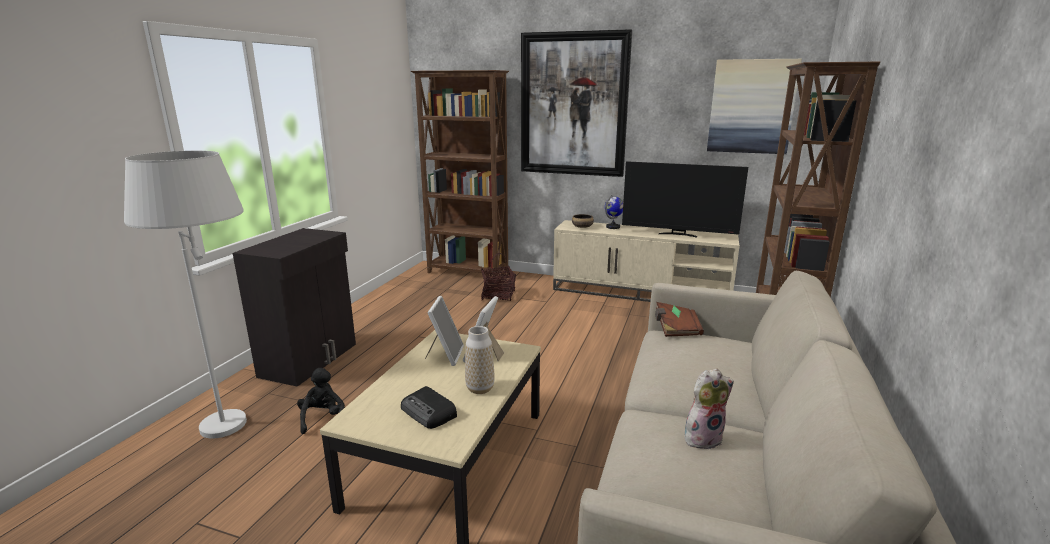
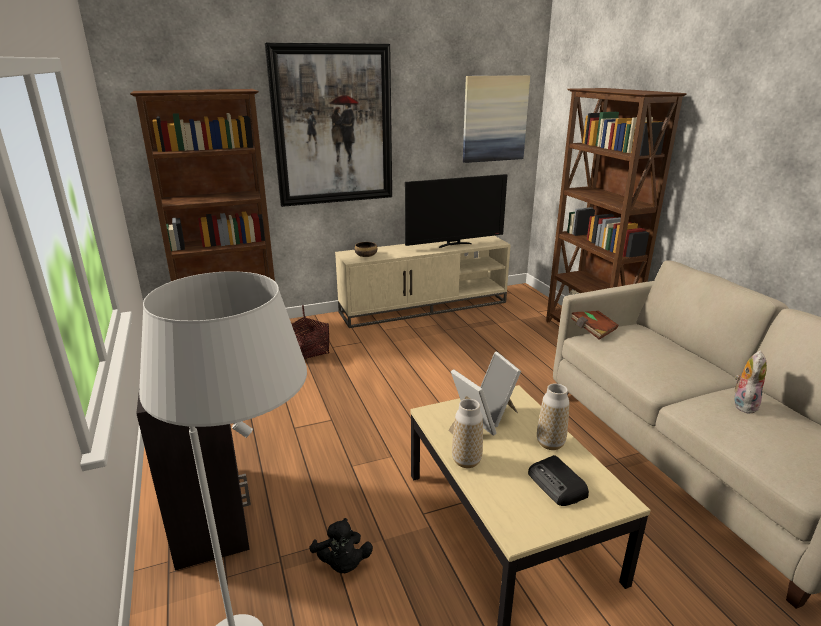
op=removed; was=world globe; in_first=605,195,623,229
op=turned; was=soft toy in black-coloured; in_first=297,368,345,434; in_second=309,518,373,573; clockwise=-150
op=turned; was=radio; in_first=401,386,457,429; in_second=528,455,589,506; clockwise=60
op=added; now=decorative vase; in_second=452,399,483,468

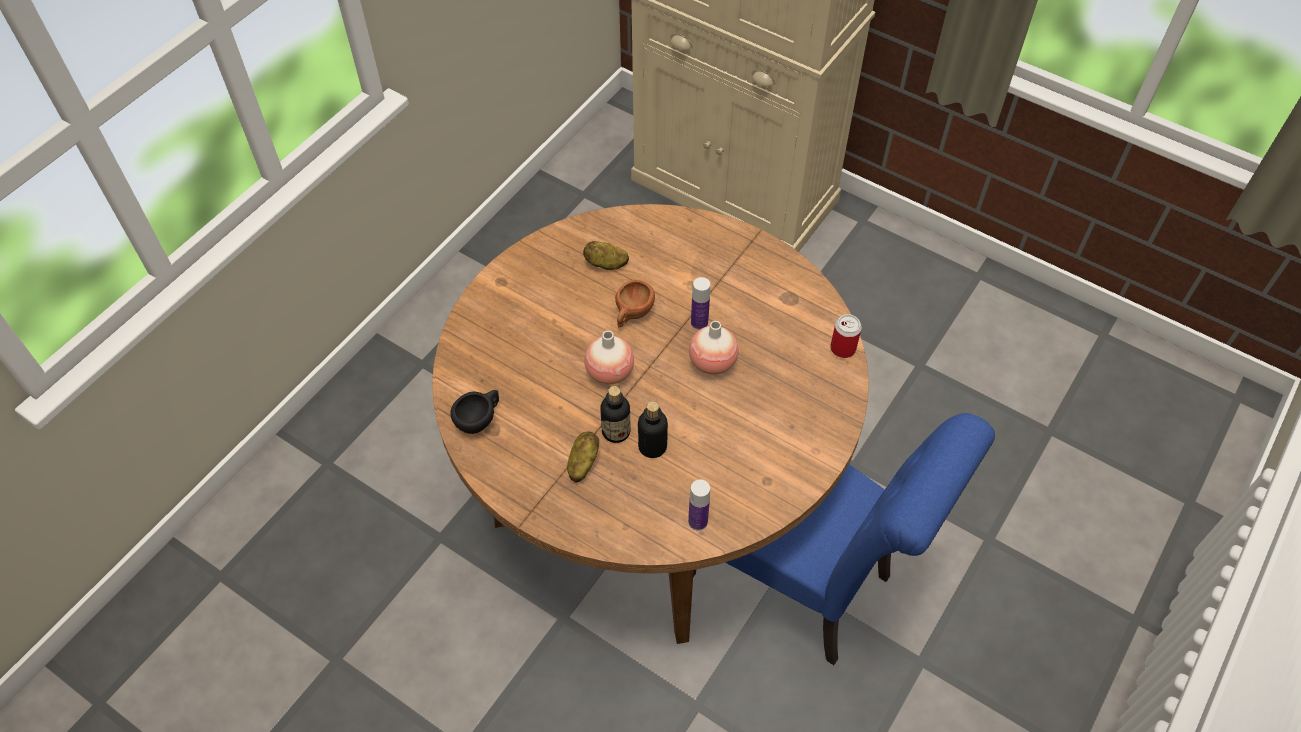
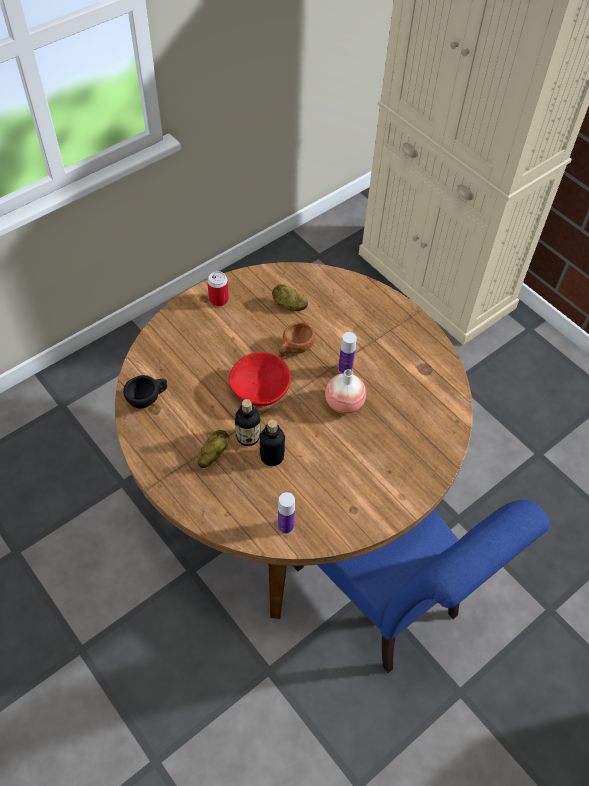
op=moved; was=metal can; in_first=830,314,862,358; in_second=207,271,229,306
op=replaced; was=decorative vase; now=deep dish in red-coloured; in_first=584,331,634,385; in_second=229,352,291,406

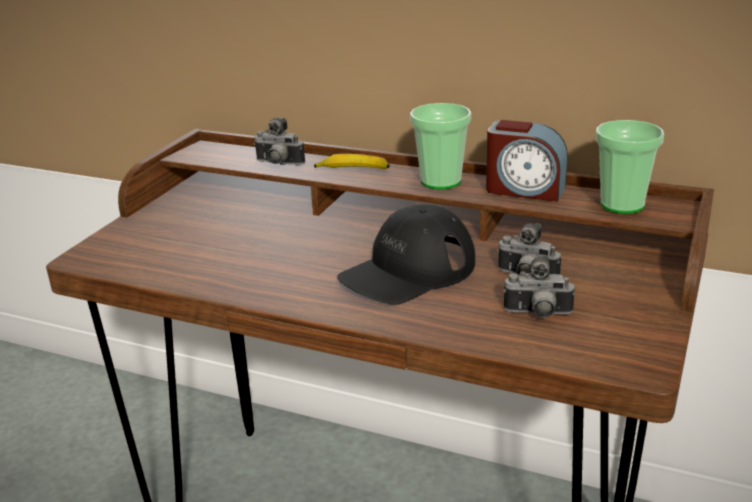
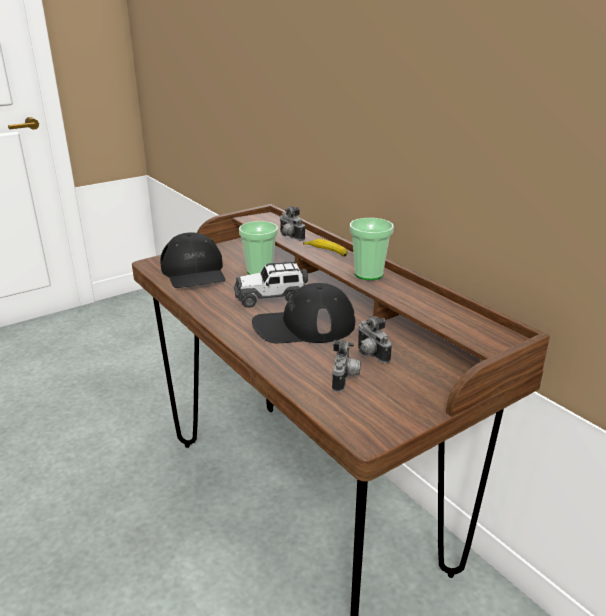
op=removed; was=alarm clock; in_first=486,120,568,202
op=moved; was=cup; in_first=596,120,664,214; in_second=239,221,278,275
op=turned; was=photo camera; in_first=503,255,575,318; in_second=332,340,361,392; clockwise=-120
op=added; now=peaked cap in black-coloured; in_second=160,232,225,288
op=added; now=miniature car; in_second=233,261,308,308

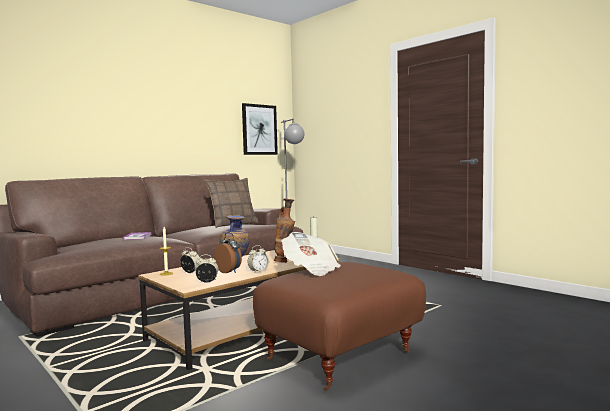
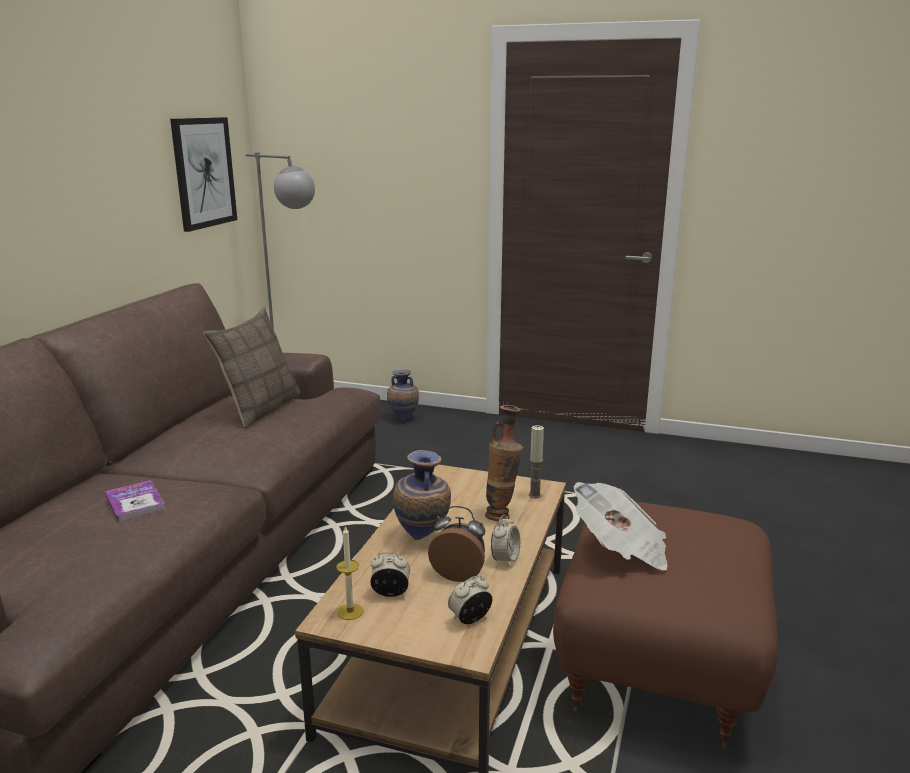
op=added; now=decorative vase; in_second=387,370,419,421

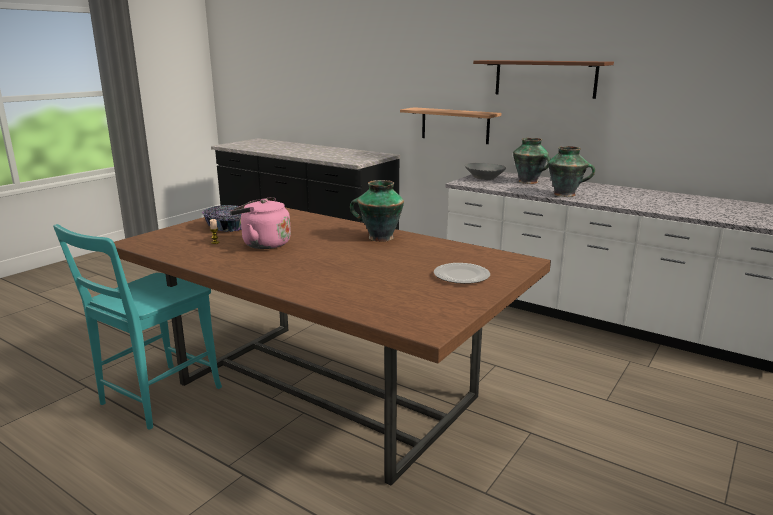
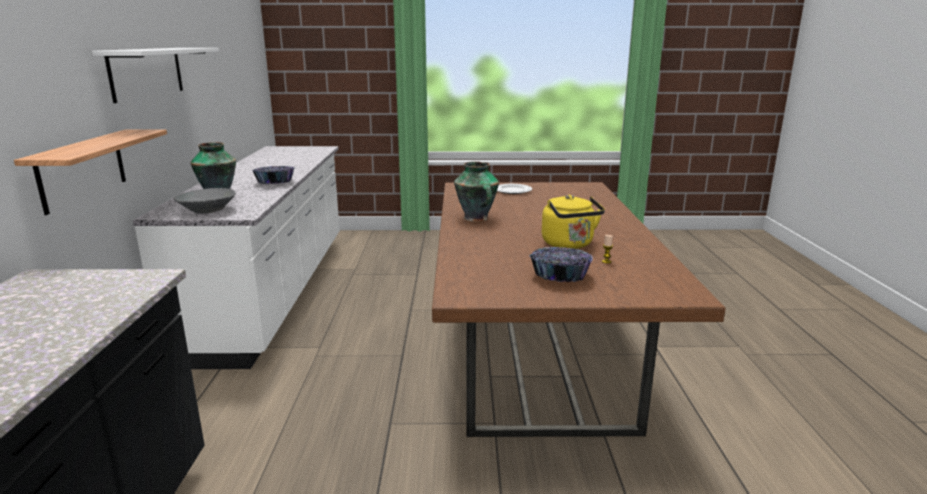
op=recoloured; was=bracket shelf in brown; now=bracket shelf in whitish; in_first=473,60,614,99; in_second=92,48,219,103
op=replaced; was=decorative vase; now=deep dish; in_first=548,146,595,197; in_second=252,166,295,184
op=recoloured; was=tea kettle in pink-coloured; now=tea kettle in yellow-coloured; in_first=230,197,291,249; in_second=542,194,605,249
op=removed; was=chair in blue-green; in_first=53,224,222,429

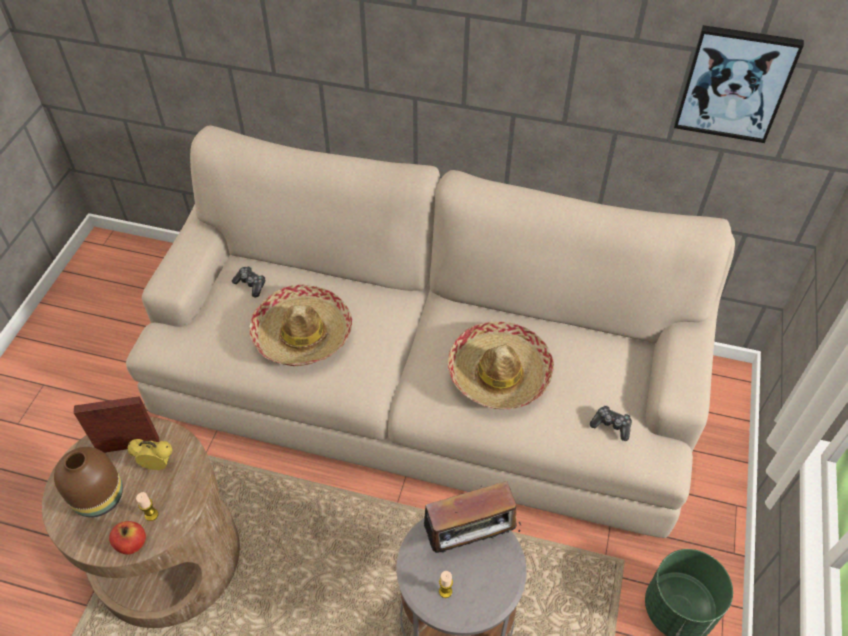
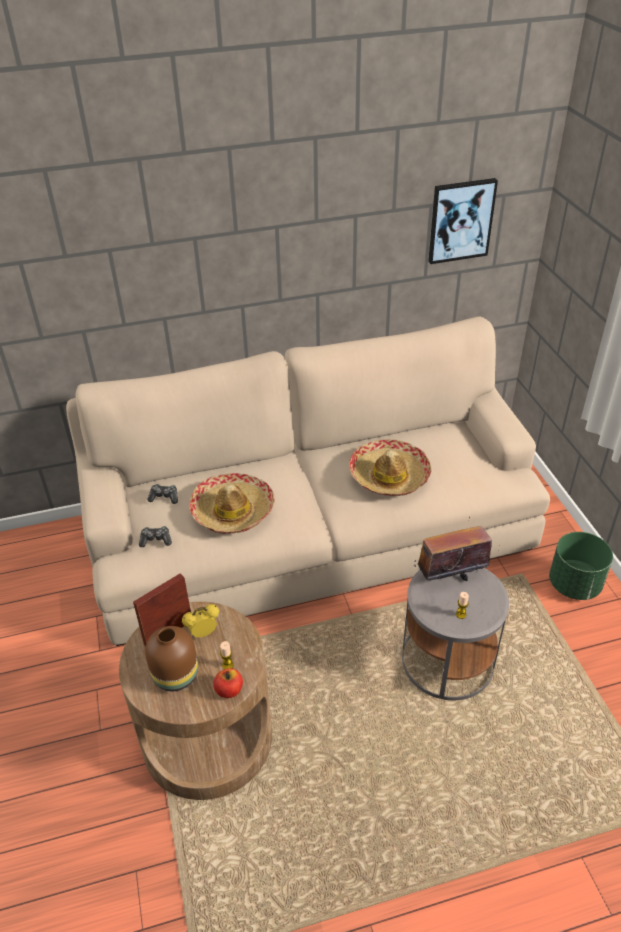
op=moved; was=game controller; in_first=590,405,632,441; in_second=139,526,172,547
op=turned; was=radio; in_first=424,481,521,553; in_second=415,517,492,581; clockwise=-150

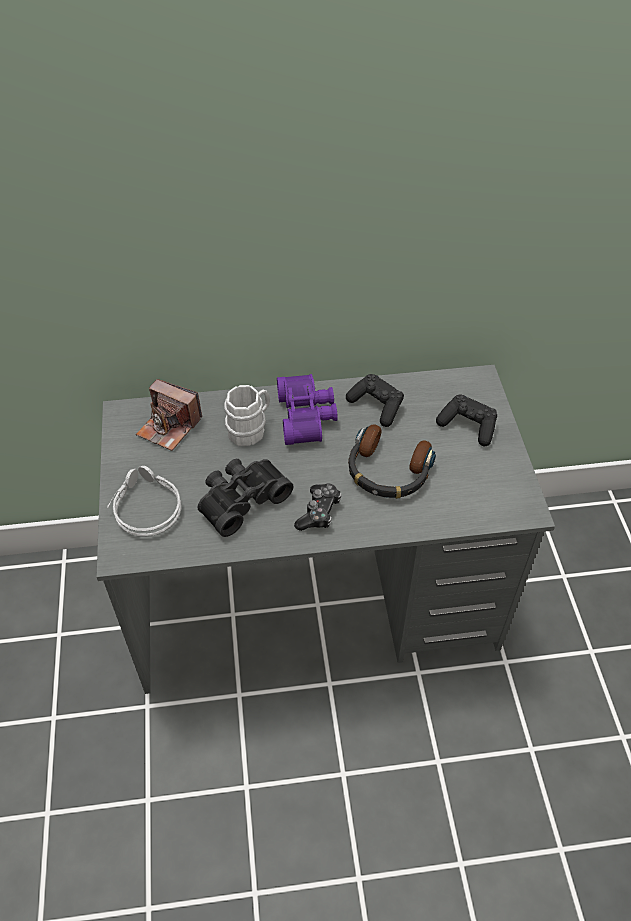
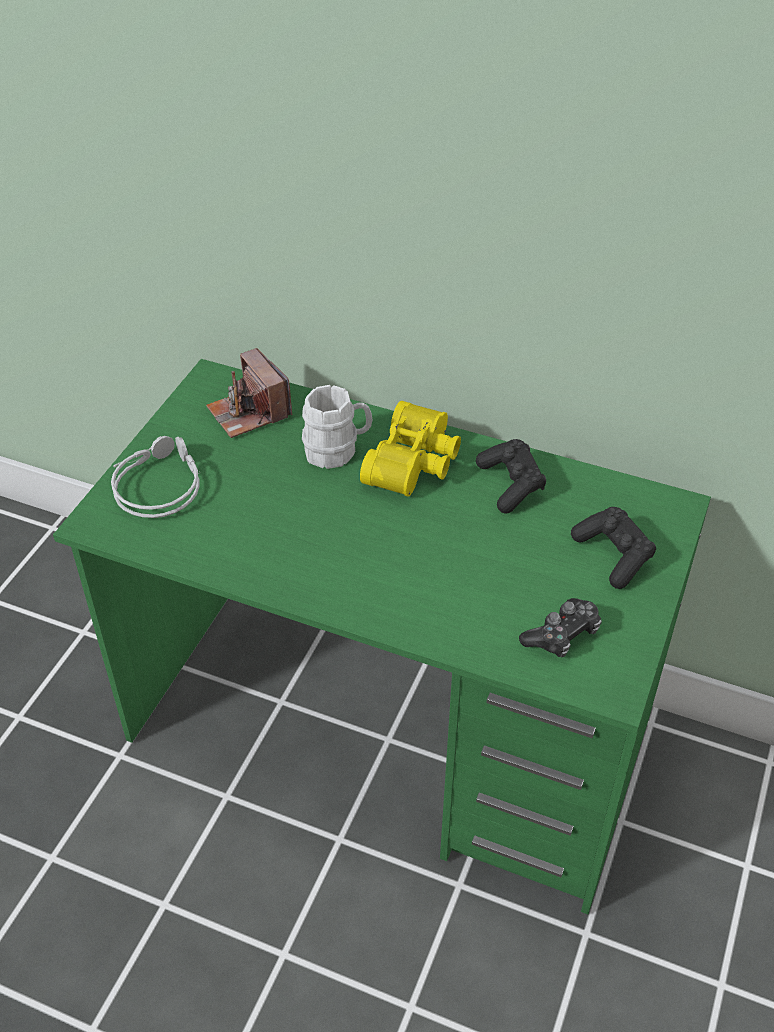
op=recoloured; was=desk unit in grey; now=desk unit in greenish; in_first=96,365,555,694; in_second=53,359,711,914
op=recoloured; was=pair of binoculars in purple; now=pair of binoculars in yellow-coloured; in_first=277,374,337,445; in_second=360,401,461,497
op=removed; was=headset; in_first=348,425,436,499
op=removed; was=pair of binoculars in black-coloured; in_first=198,459,293,537
op=moved; was=game controller; in_first=294,484,341,531; in_second=519,598,602,658

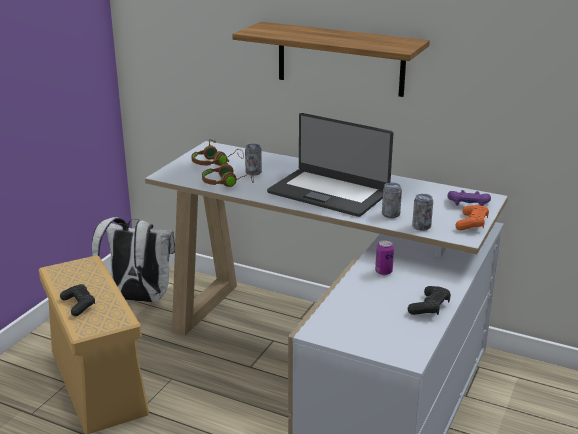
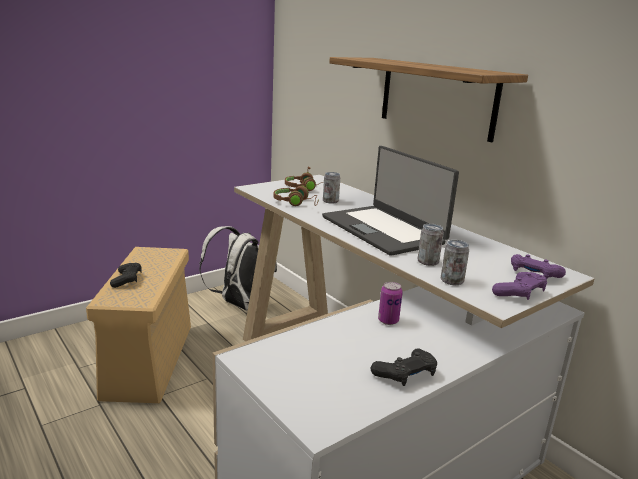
op=recoloured; was=game controller in orange-coloured; now=game controller in purple; in_first=455,205,489,230; in_second=492,272,547,300

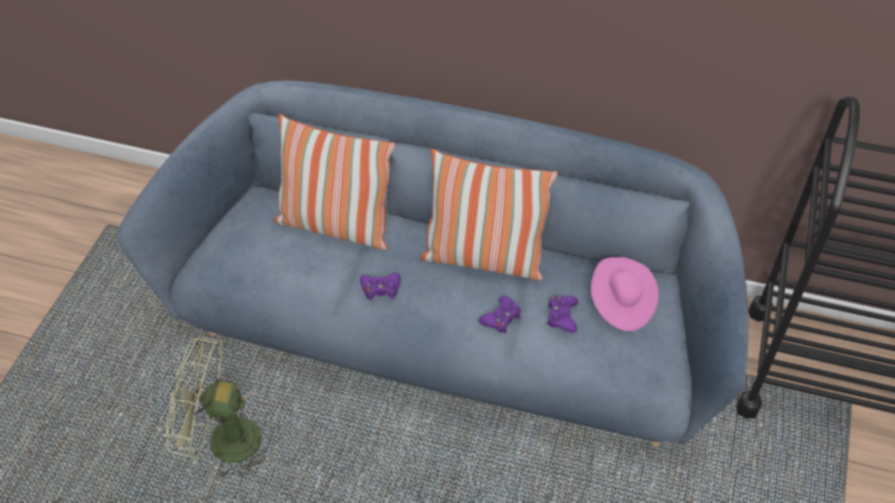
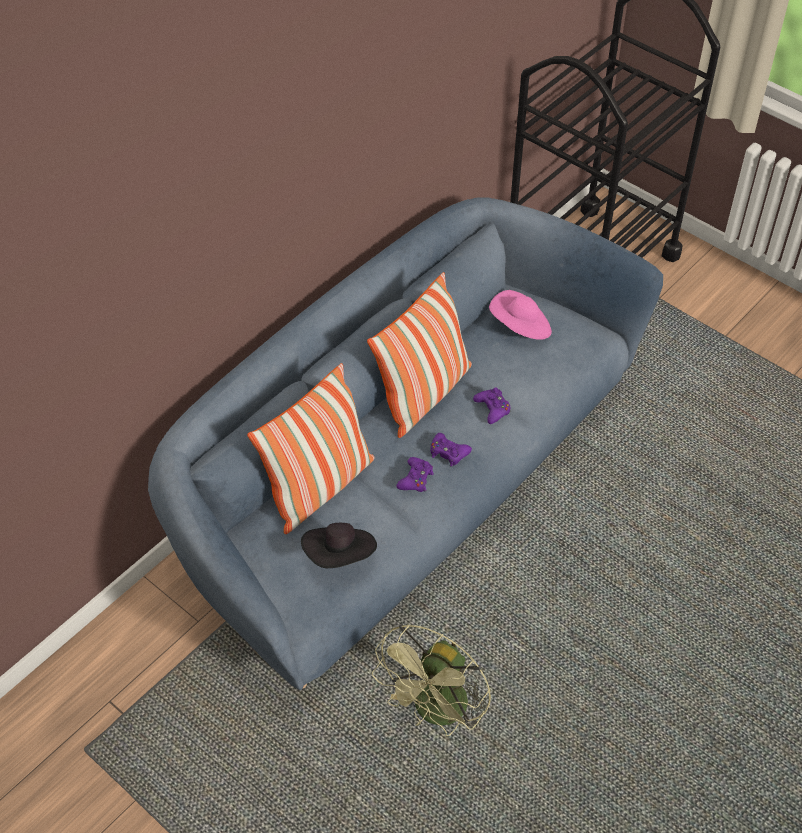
op=moved; was=game controller in purple; in_first=547,296,578,333; in_second=430,433,472,467
op=added; now=clothing hat in black-coloured; in_second=301,523,377,568

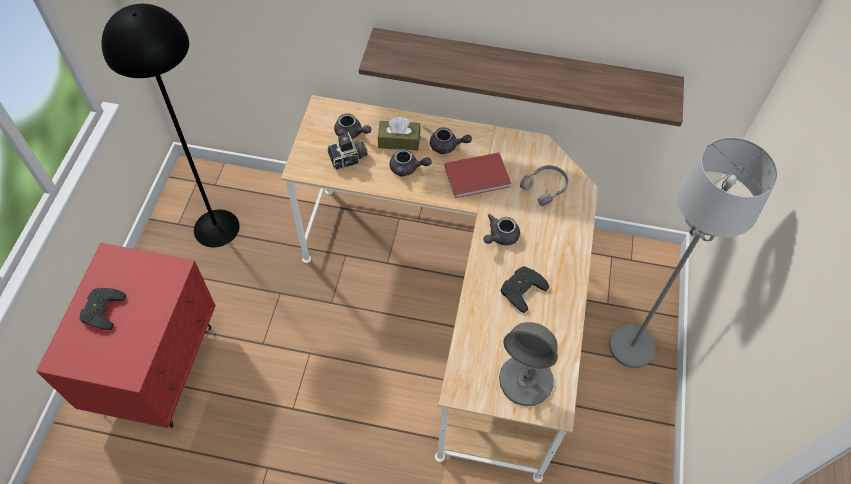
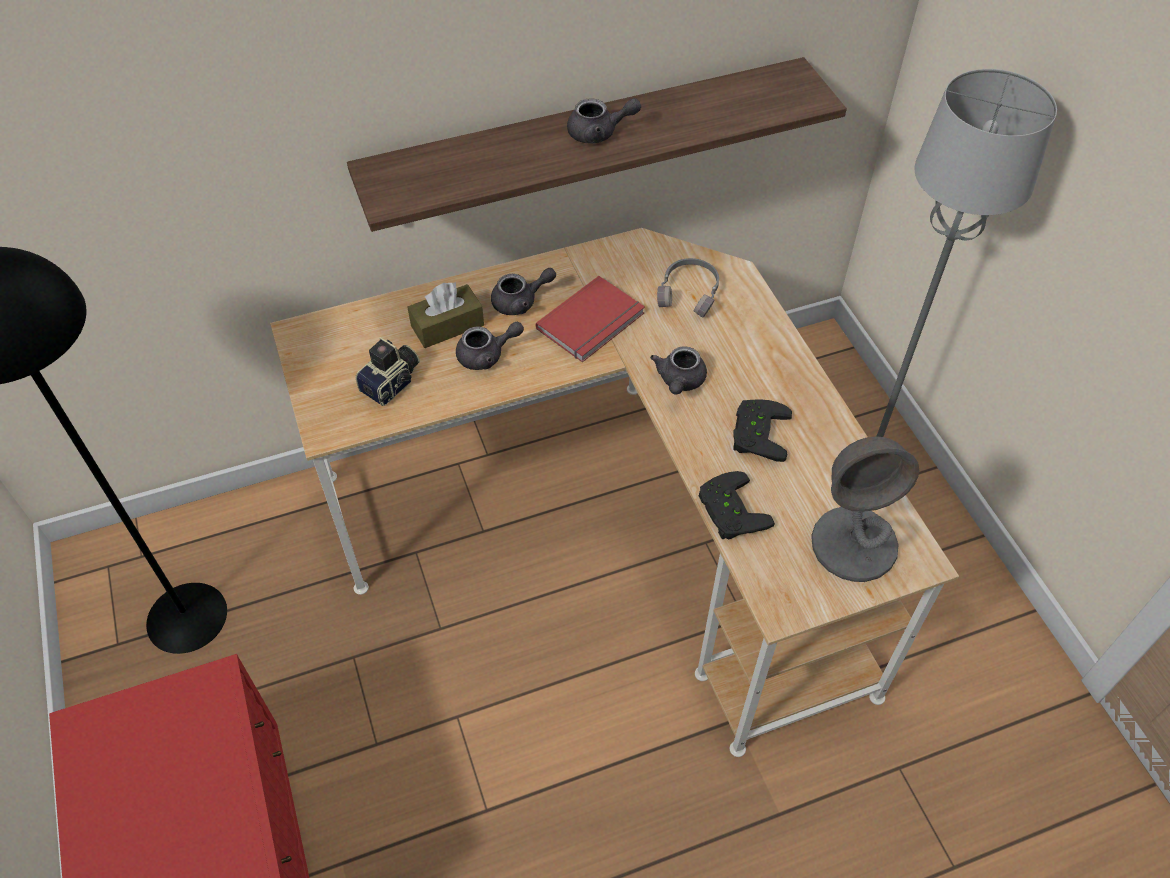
op=moved; was=pot for tea in grey; in_first=334,113,371,139; in_second=567,98,641,144
op=moved; was=game controller in black-coloured; in_first=80,288,126,330; in_second=699,471,775,540

